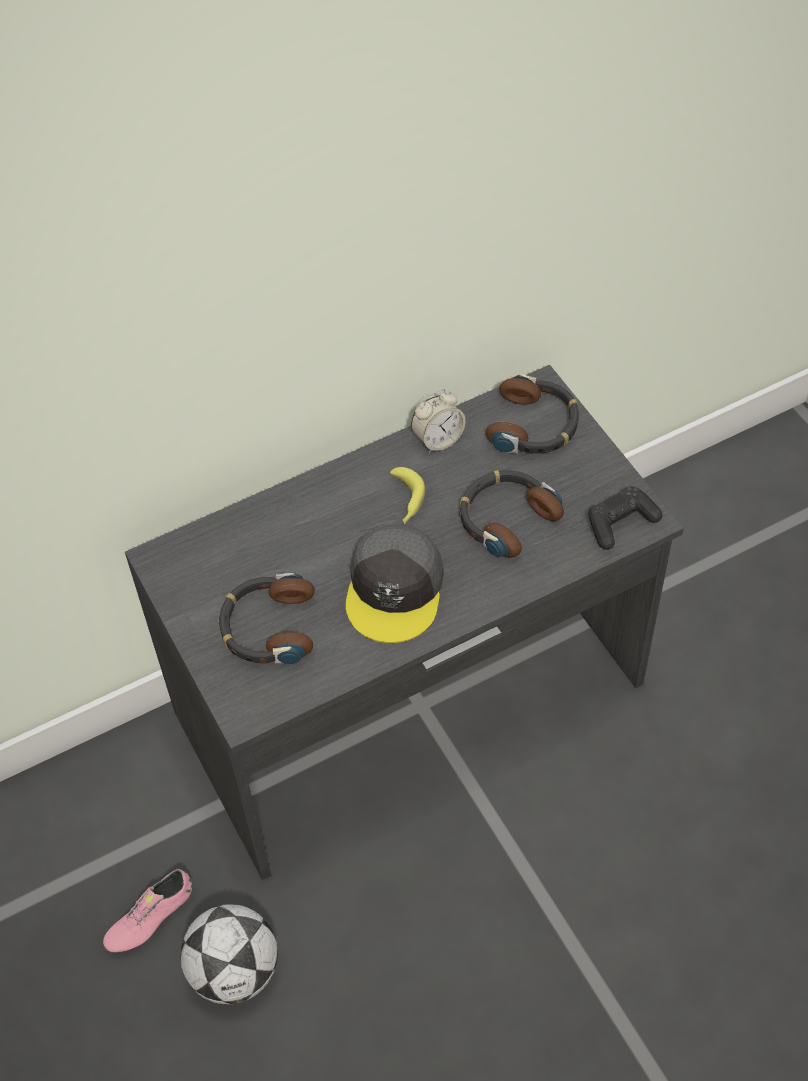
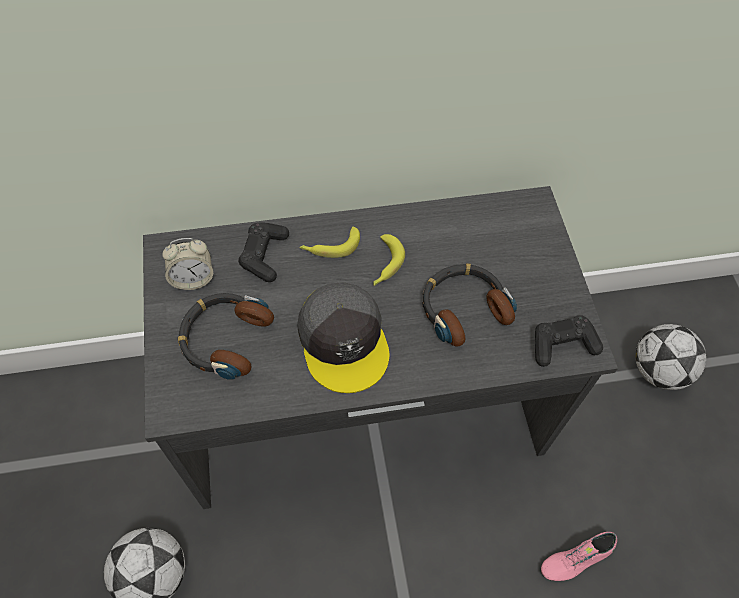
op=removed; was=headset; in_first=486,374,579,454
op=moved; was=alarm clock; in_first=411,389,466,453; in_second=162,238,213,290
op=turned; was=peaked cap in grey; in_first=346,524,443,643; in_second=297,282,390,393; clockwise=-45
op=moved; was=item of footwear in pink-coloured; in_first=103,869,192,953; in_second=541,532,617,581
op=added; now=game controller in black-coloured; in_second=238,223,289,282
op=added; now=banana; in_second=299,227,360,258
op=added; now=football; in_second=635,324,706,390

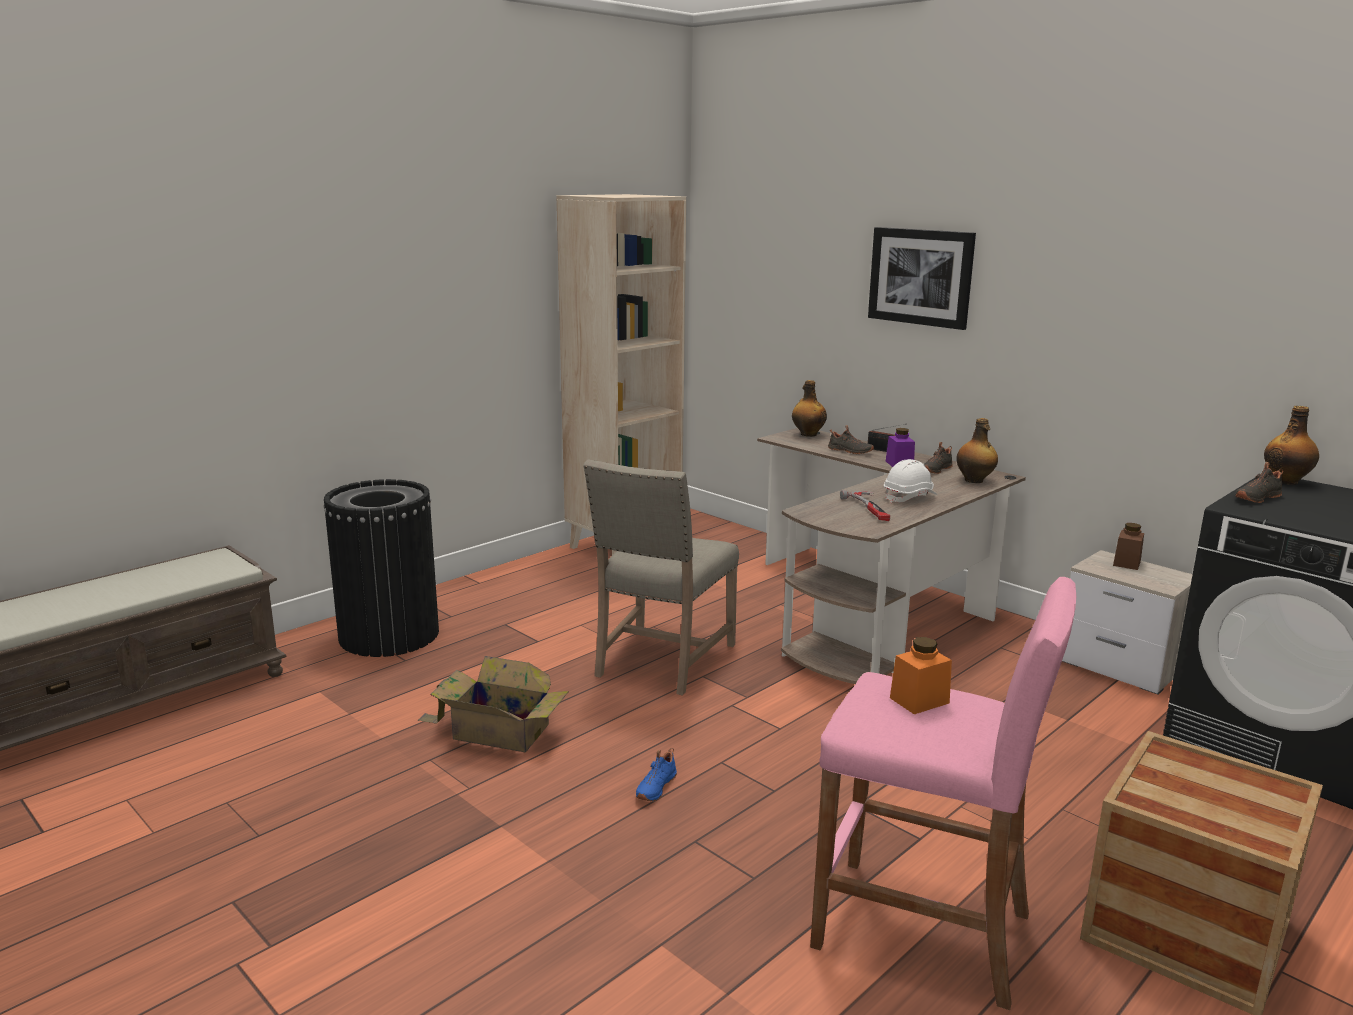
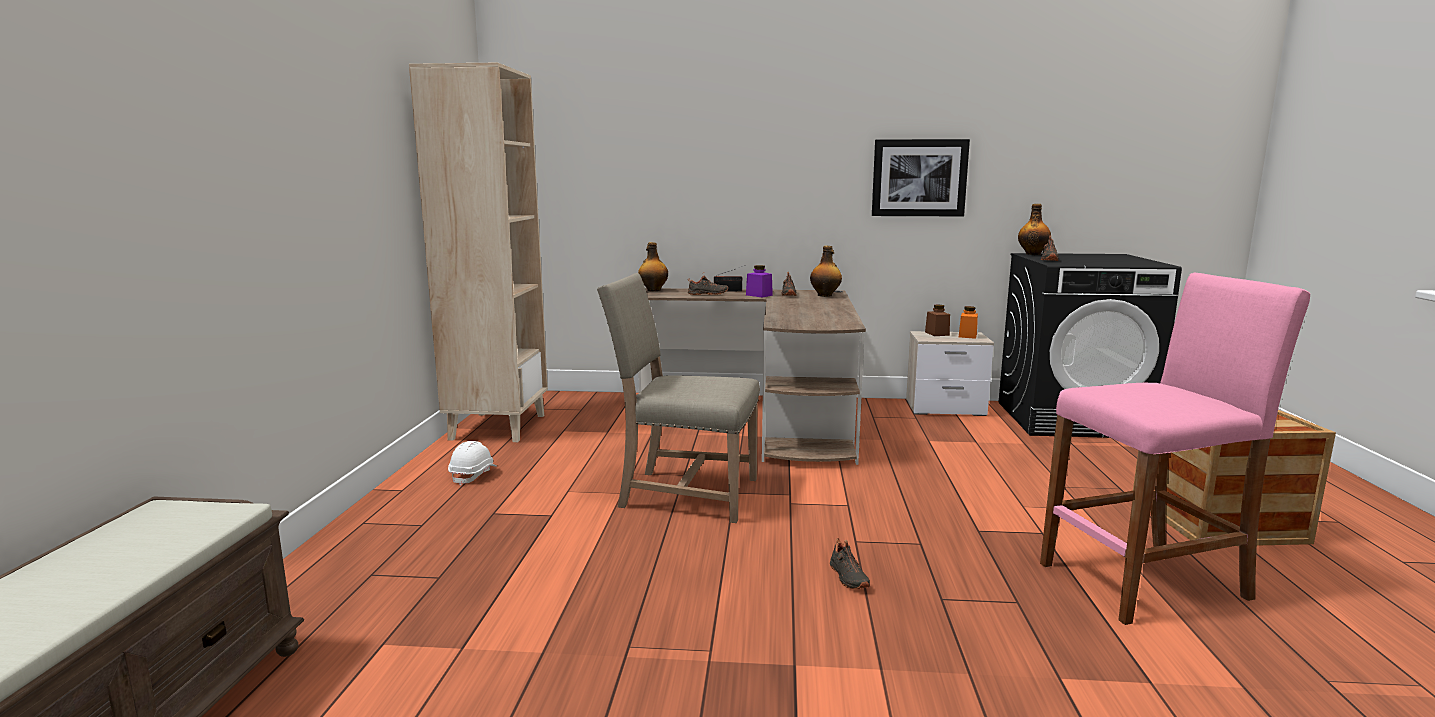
op=moved; was=wall art; in_first=868,227,976,330; in_second=872,139,970,216
op=turned; was=chair in sand-coloured; in_first=583,459,739,696; in_second=597,273,760,523; clockwise=120
op=moved; was=safety helmet in whitish; in_first=884,459,937,503; in_second=448,441,497,486
op=removed; was=rubbish bin in black-coloured; in_first=324,479,439,657
op=removed; was=hand hammer; in_first=840,490,890,521
op=moved; was=storage jar in orange-coloured; in_first=890,637,952,714; in_second=959,306,978,339
op=removed; was=carton; in_first=418,656,569,752
op=recoloured; was=item of footwear in bluish; now=item of footwear in black-coloured; in_first=636,748,677,801; in_second=830,538,870,589

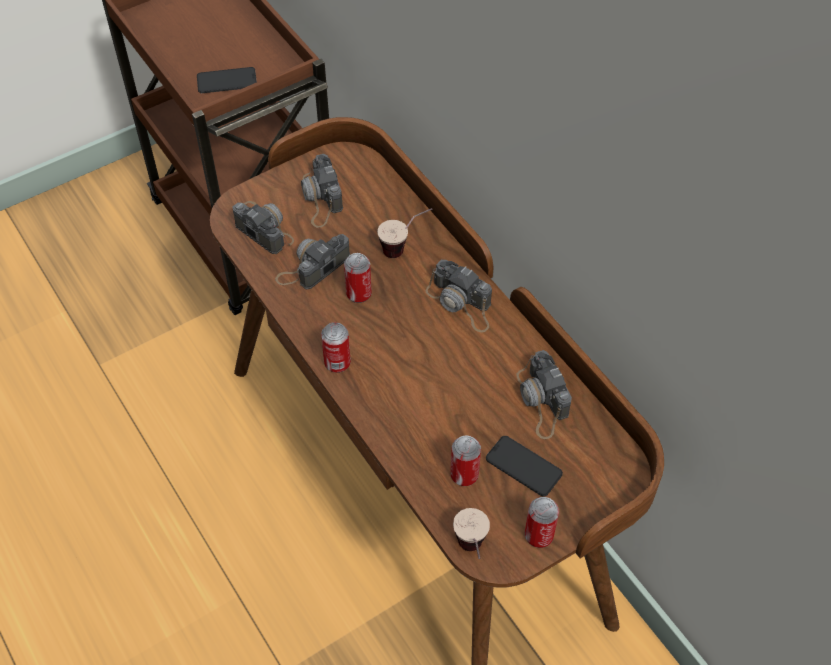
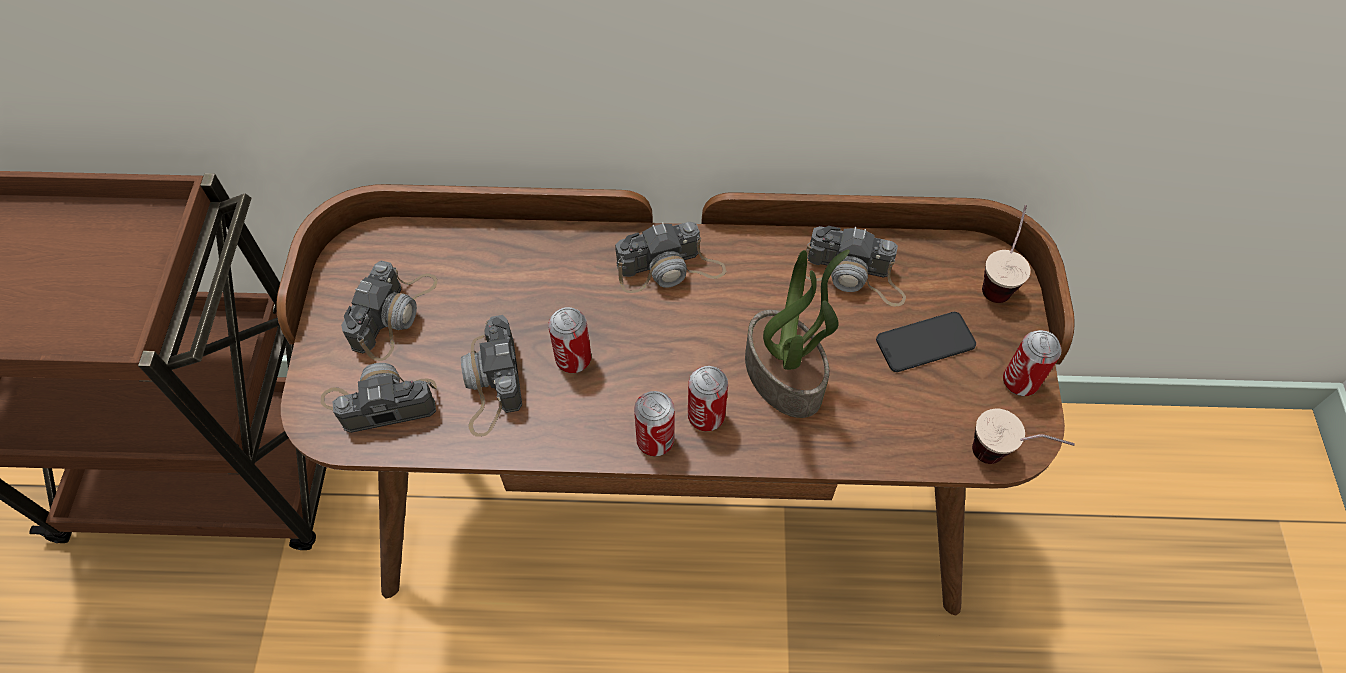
op=removed; was=phone; in_first=197,67,257,93
op=turned; was=photo camera; in_first=301,154,343,228; in_second=341,260,437,361; clockwise=-90
op=moved; was=cup; in_first=377,208,433,258; in_second=982,205,1031,303
op=moved; was=metal can; in_first=450,435,481,486; in_second=688,366,728,432
op=added; now=potted plant; in_second=745,250,850,418

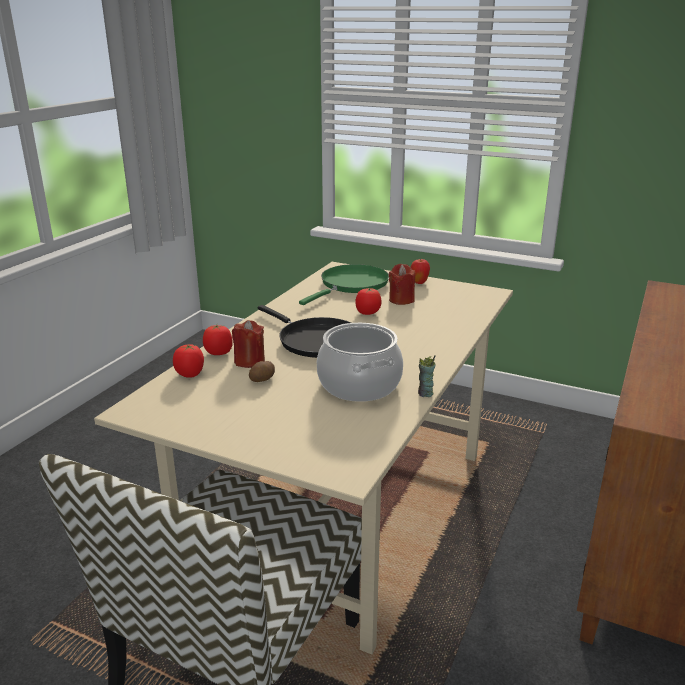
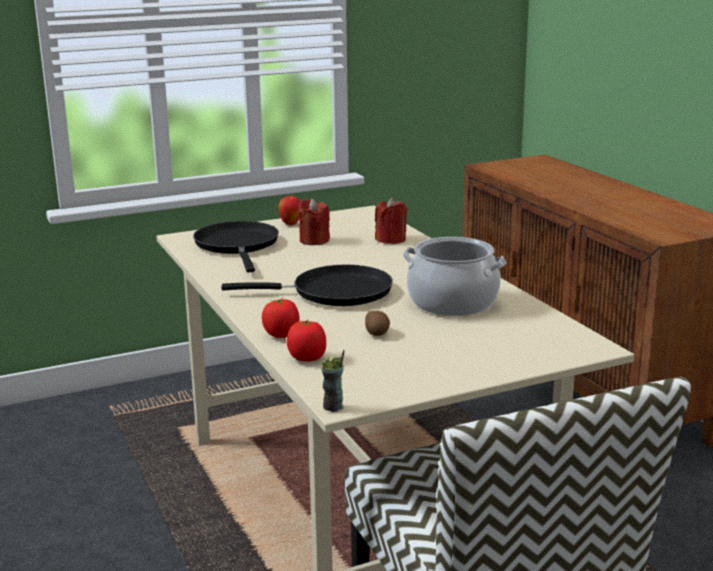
op=recoloured; was=pan in greenish; now=pan in black-coloured; in_first=299,264,389,305; in_second=193,221,279,272
op=removed; was=fresh tomato; in_first=355,288,382,315
op=moved; was=wax candle in red-coloured; in_first=232,320,265,368; in_second=375,198,407,244
op=moved; was=cup; in_first=418,355,436,397; in_second=321,350,344,412

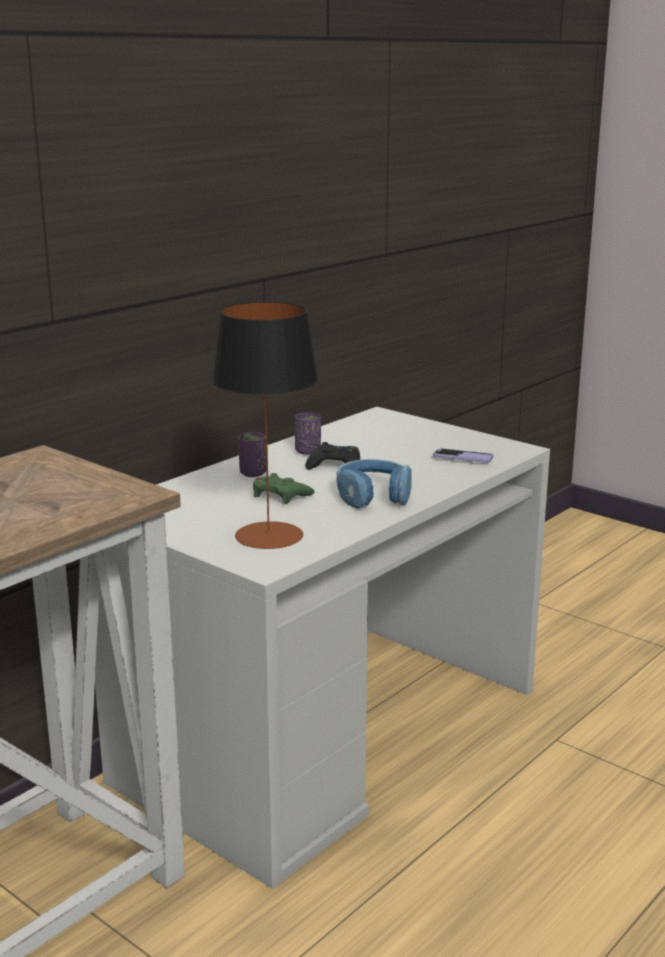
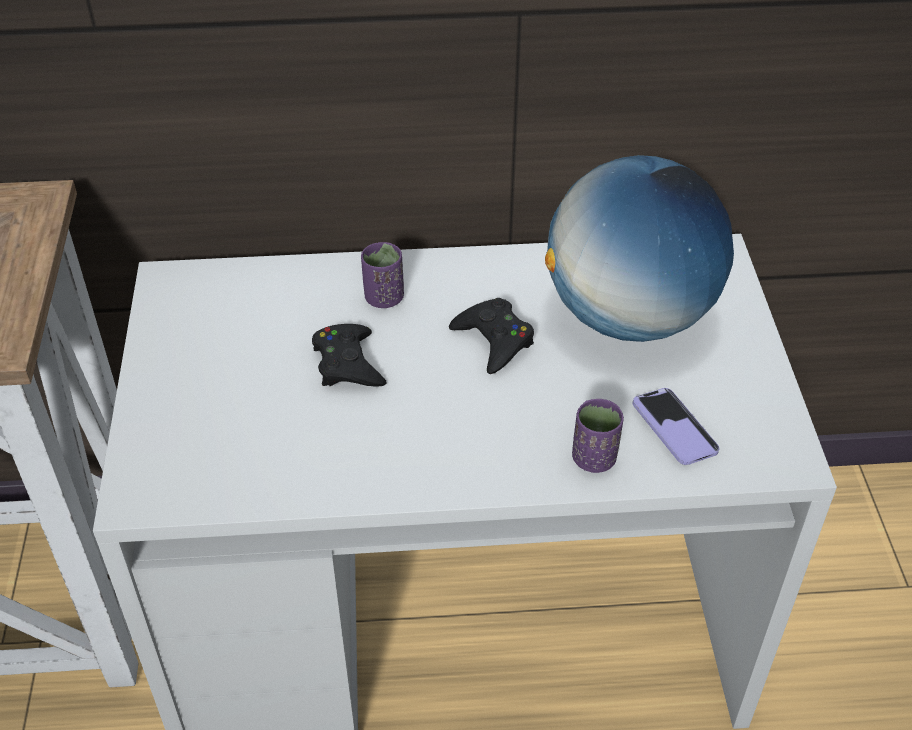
op=removed; was=table lamp; in_first=212,302,318,549
op=moved; was=cup in purple; in_first=295,412,321,455; in_second=572,399,624,473
op=removed; was=headset in bluish; in_first=337,459,411,509
op=recoloured; was=game controller in greenish; now=game controller in black-coloured; in_first=253,473,315,504; in_second=312,324,387,386
op=added; now=world globe; in_second=545,155,734,342

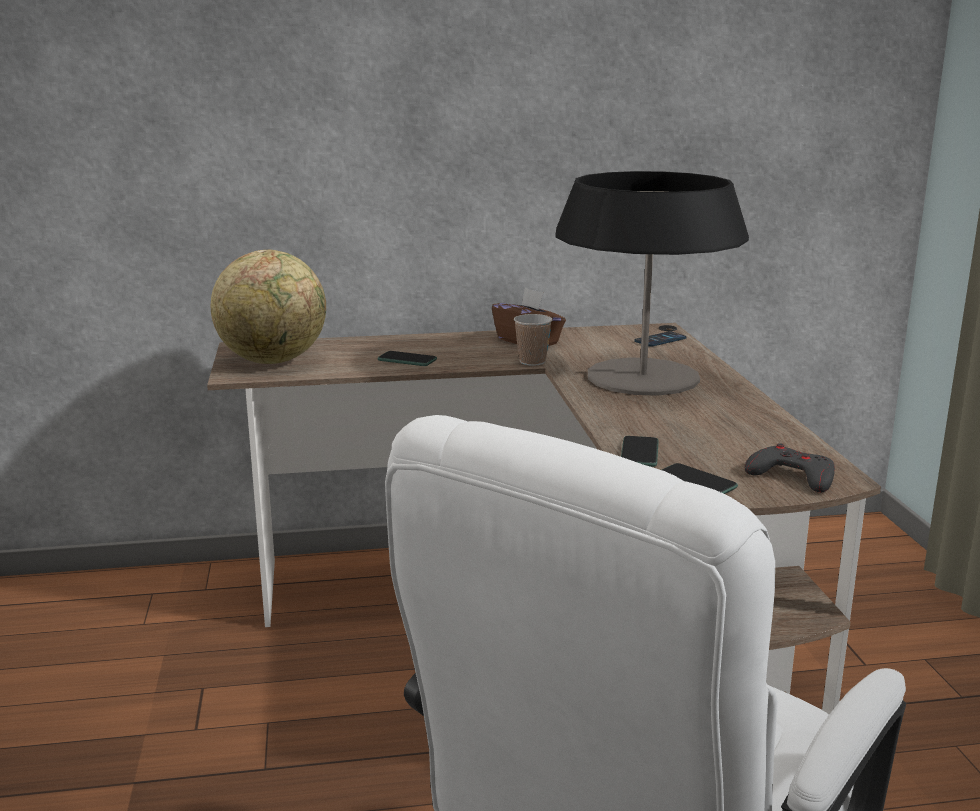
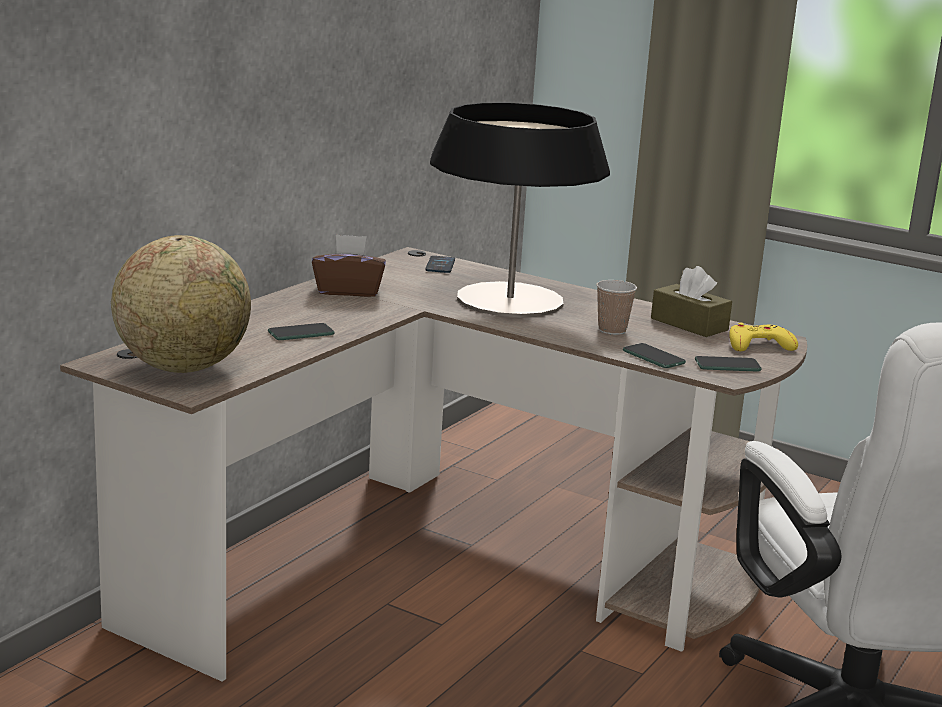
op=moved; was=cup; in_first=514,314,552,366; in_second=596,280,637,335
op=recoloured; was=game controller in grey; now=game controller in yellow-coloured; in_first=745,443,835,492; in_second=729,323,798,351
op=added; now=box of tissues in brown; in_second=651,266,732,337

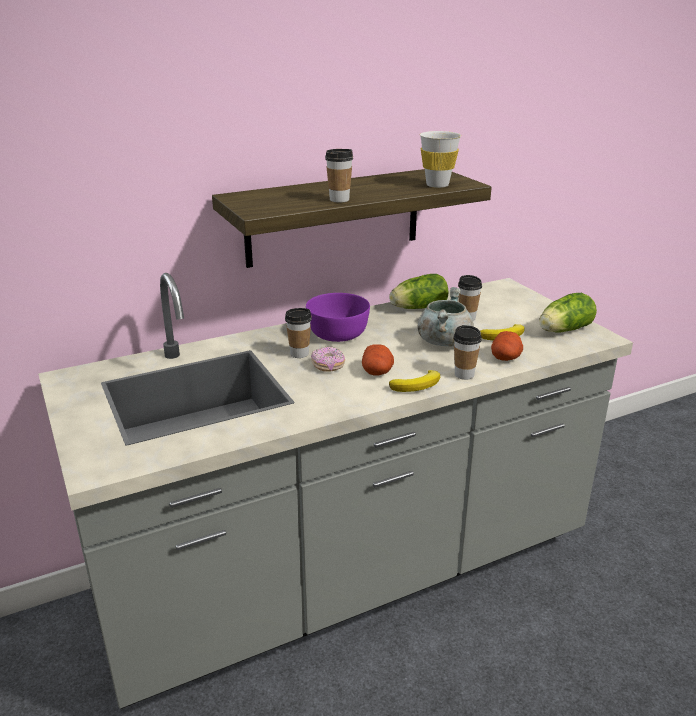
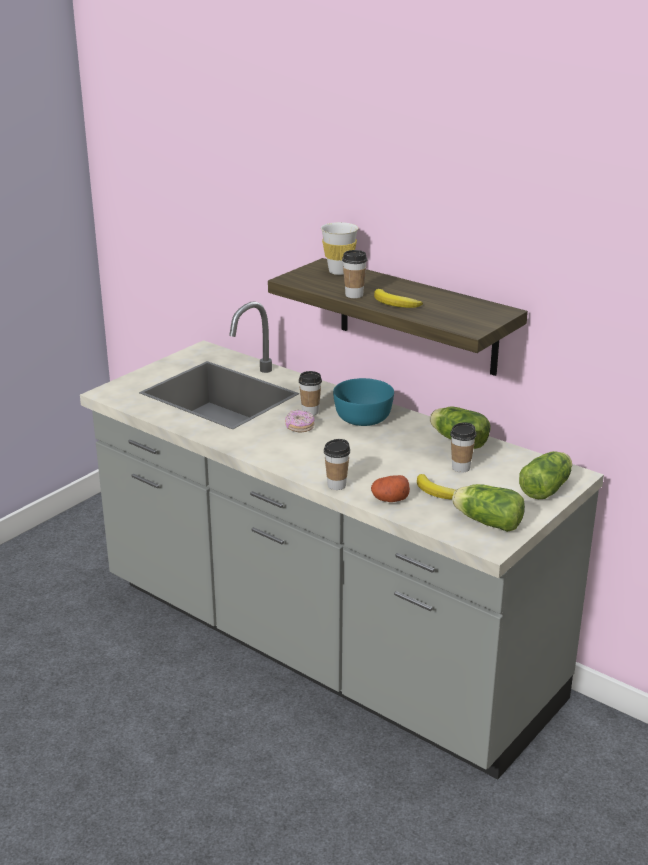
op=moved; was=cup in whitish; in_first=420,131,461,188; in_second=321,222,358,275
op=removed; was=stockpot in grey; in_first=418,287,474,346
op=recoloured; was=deep dish in purple; now=deep dish in blue-green; in_first=306,293,370,342; in_second=333,378,394,426
op=removed; was=whole potato; in_first=362,344,394,375
op=moved; was=banana; in_first=389,370,440,392; in_second=374,289,423,308
op=added; now=lettuce; in_second=519,451,572,499

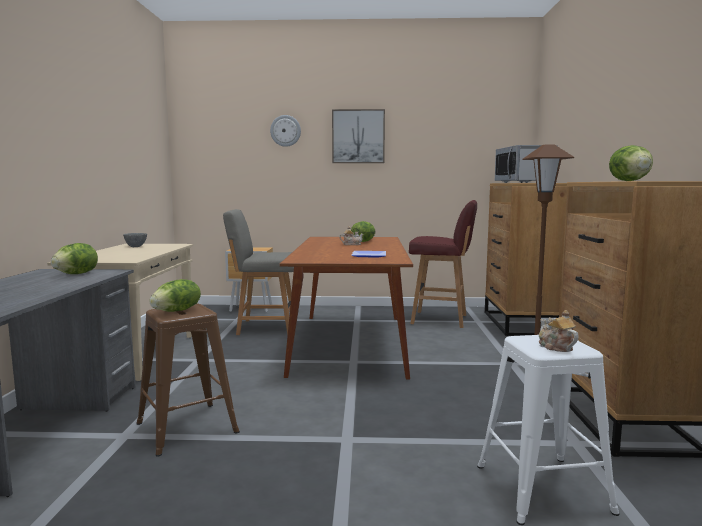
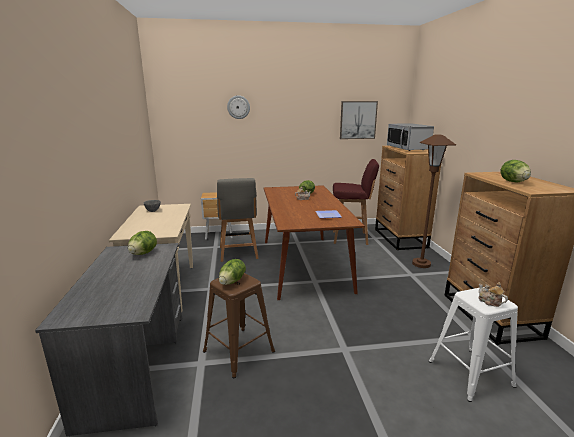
op=moved; was=wall art; in_first=332,109,385,163; in_second=340,101,378,139
op=turned; was=chair in grey; in_first=223,209,294,335; in_second=217,178,259,262; clockwise=-90

